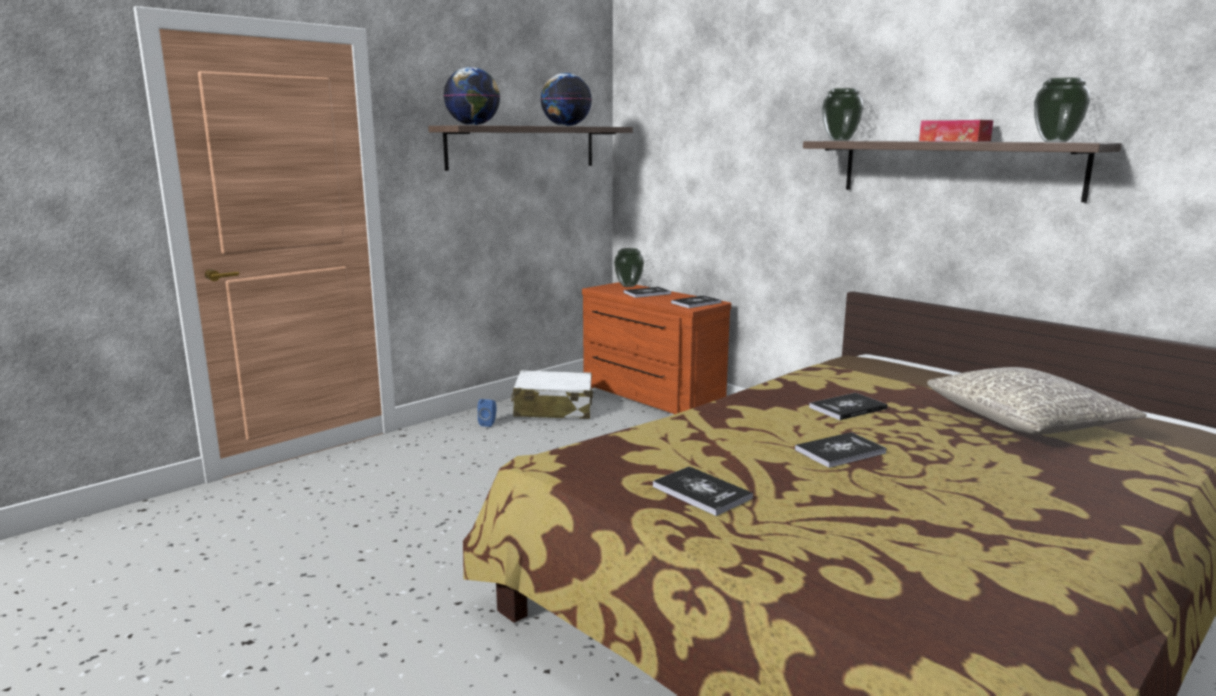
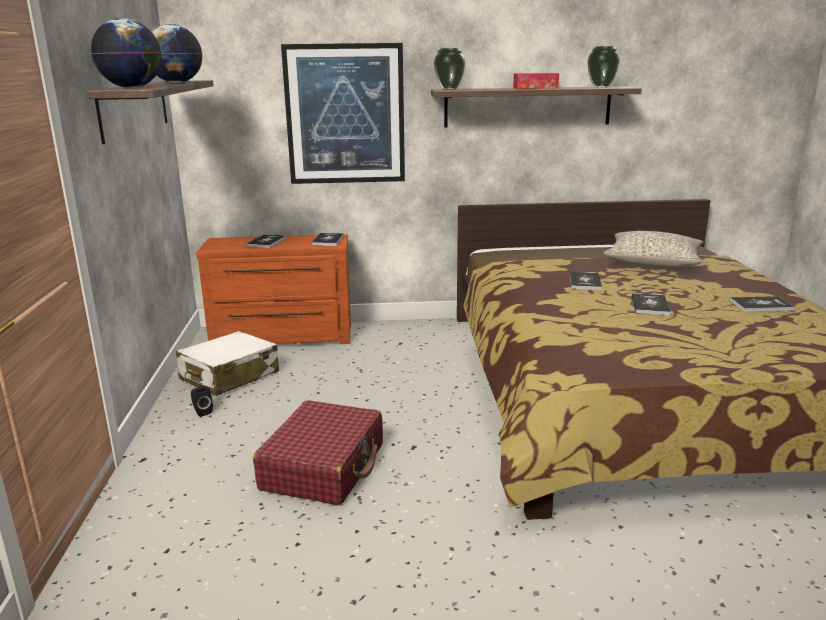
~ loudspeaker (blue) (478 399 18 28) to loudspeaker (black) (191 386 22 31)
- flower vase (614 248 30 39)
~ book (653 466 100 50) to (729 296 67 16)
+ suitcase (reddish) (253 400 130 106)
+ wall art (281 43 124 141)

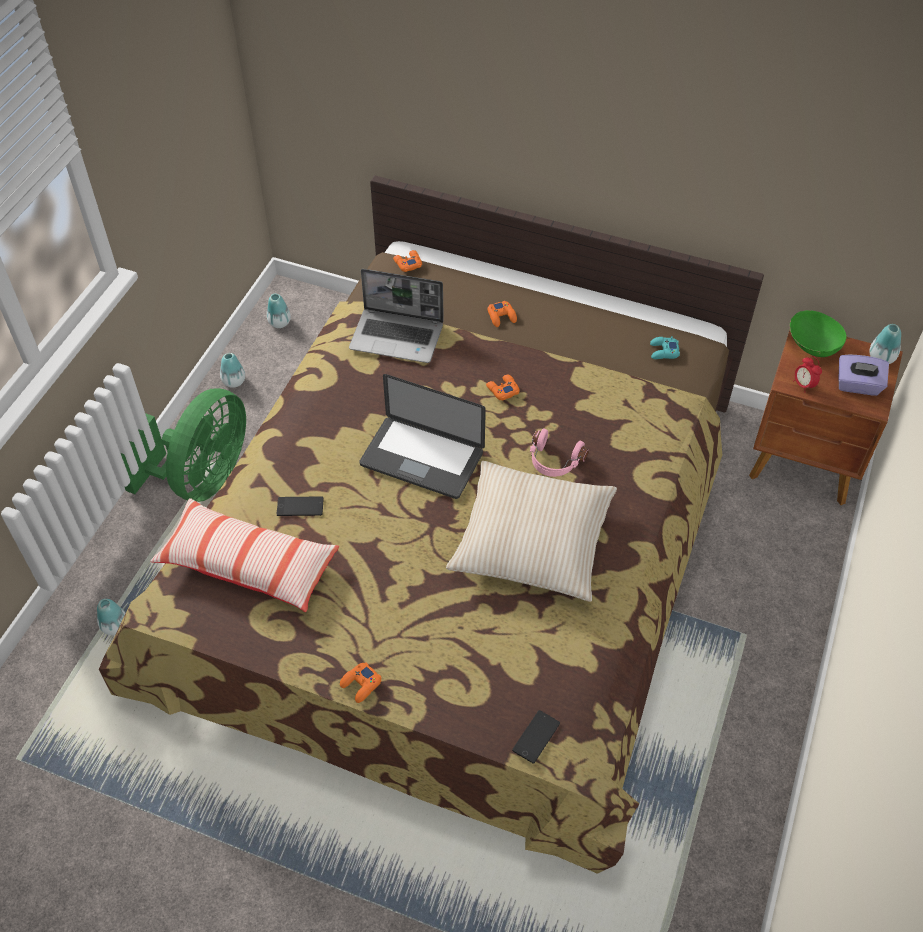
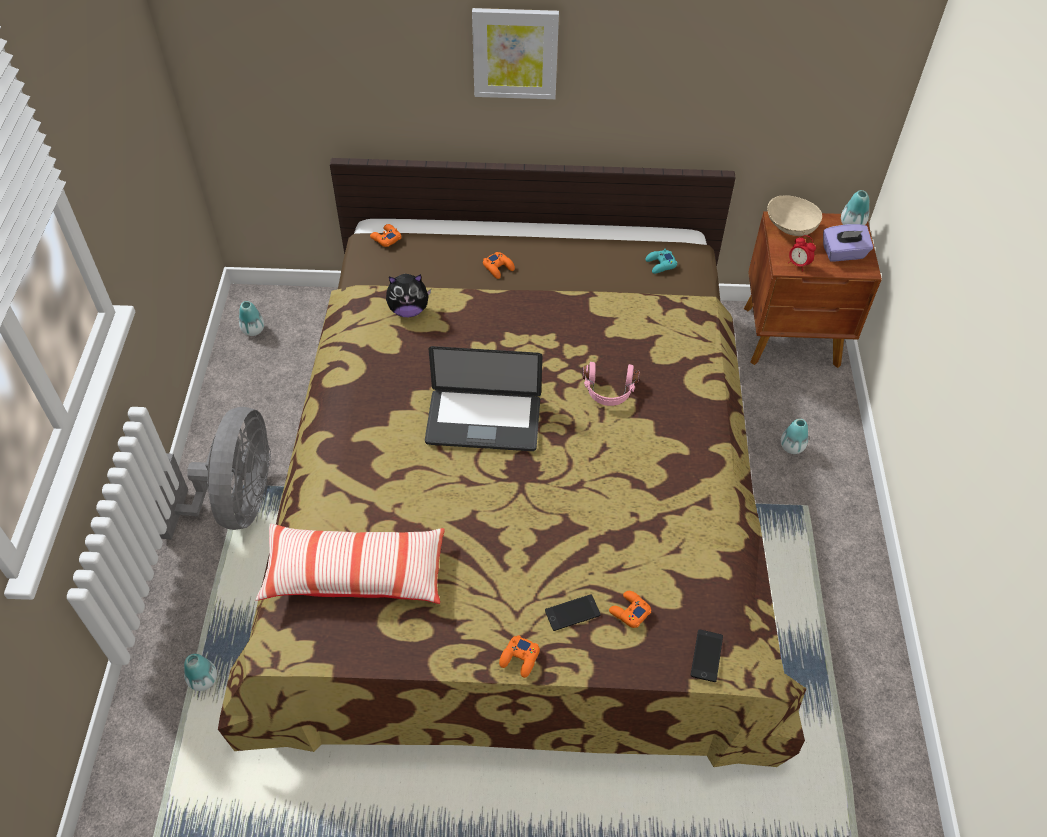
~ cooling fan (green-coloured) (121 388 125 114) to cooling fan (greyish) (155 407 116 133)
~ flower vase (220 353 25 35) to (781 419 27 35)
~ phone (277 497 47 19) to (545 594 55 37)
~ portable computer (349 269 95 94) to cuddly toy (386 274 45 43)
- pillow (beige) (446 461 171 141)
~ joypad (orange) (486 375 34 26) to (609 591 43 37)
~ serving bowl (green-coloured) (790 310 57 47) to serving bowl (beige) (767 195 55 41)
+ wall art (472 8 87 91)

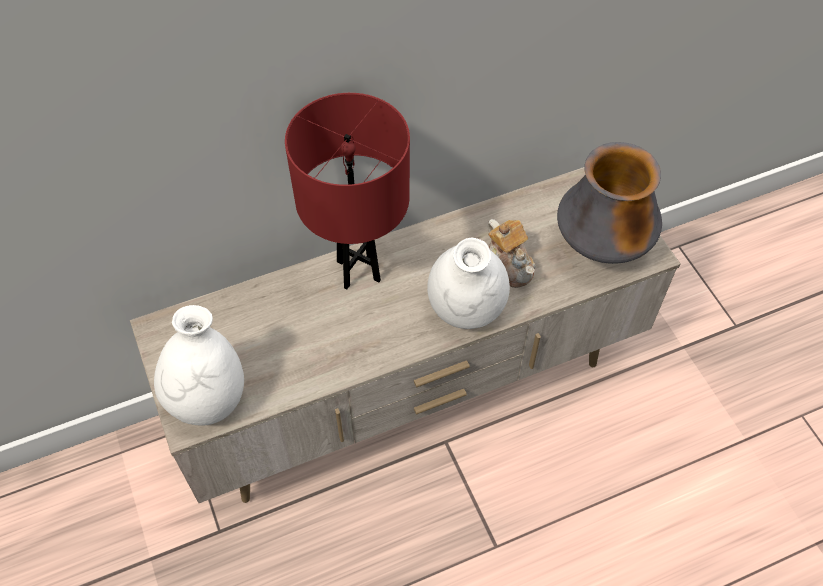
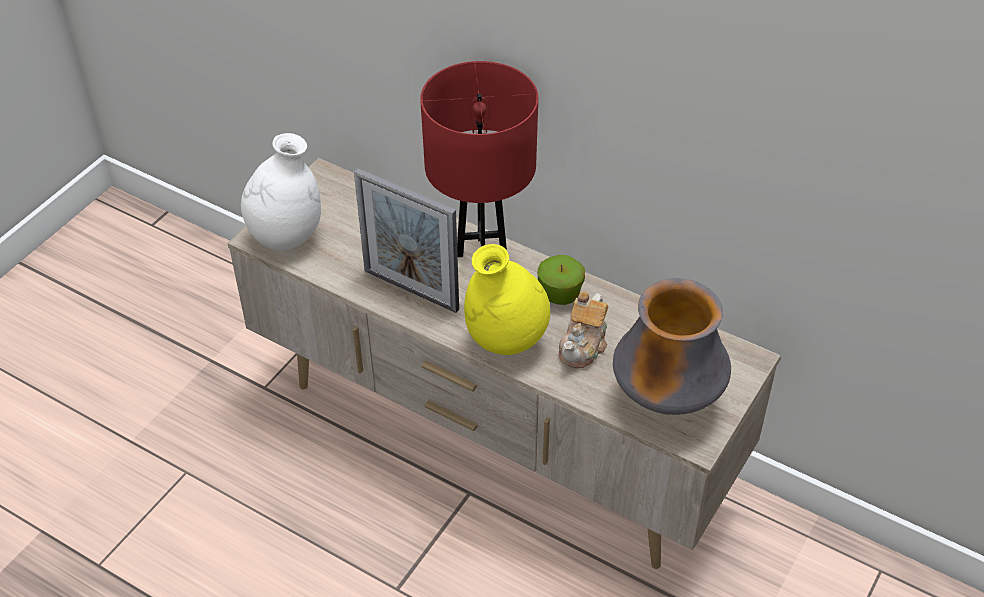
~ flower vase (white) (427 238 83 91) to flower vase (yellowish) (464 244 86 111)
+ standing frame (354 168 105 145)
+ apple (538 255 47 50)

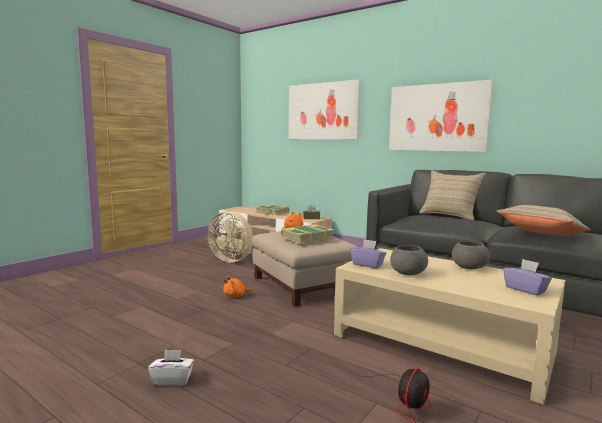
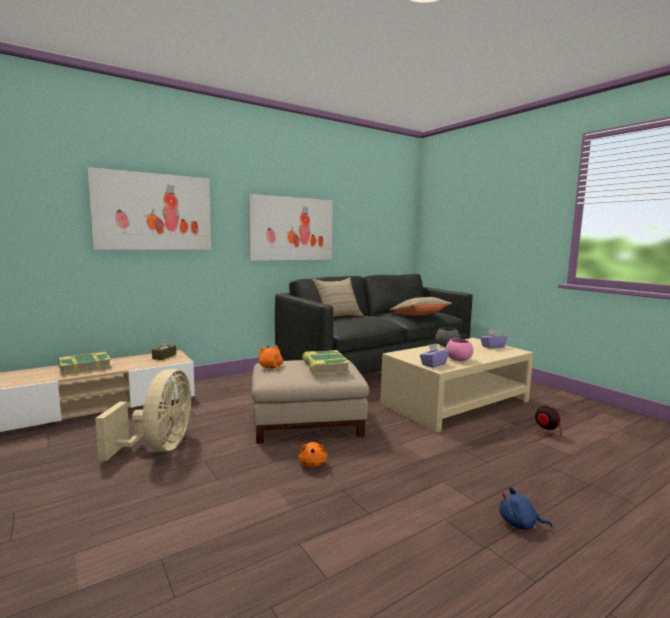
~ tissue holder (white) (148 349 46 37) to cuddly toy (blue) (499 487 53 43)
~ cooling fan (beige) (207 211 46 52) = (95 369 96 92) 45 degrees counterclockwise
~ serving bowl (greyish) (390 245 38 30) to serving bowl (pink) (445 339 28 22)

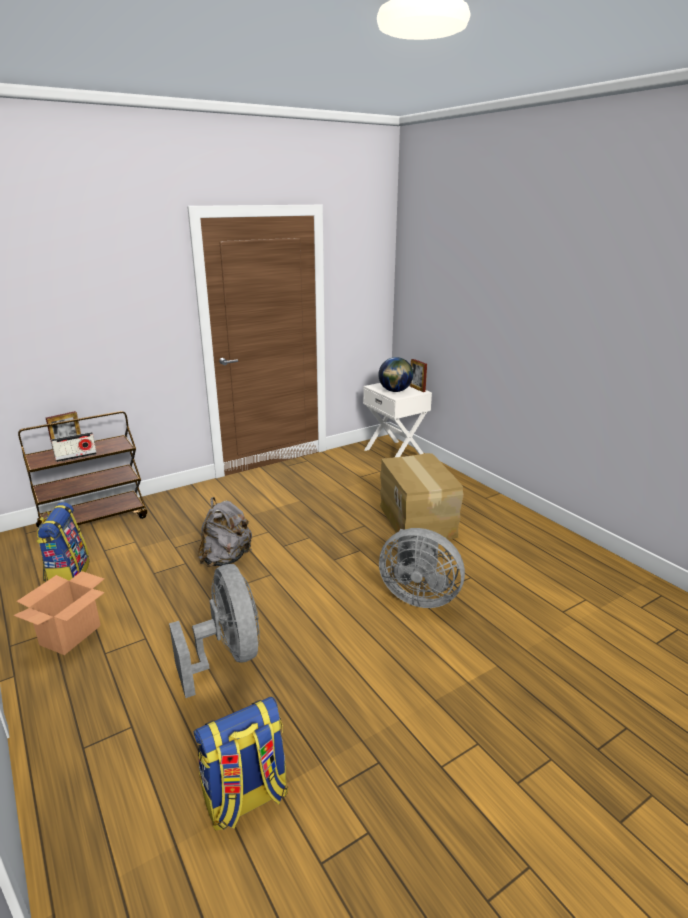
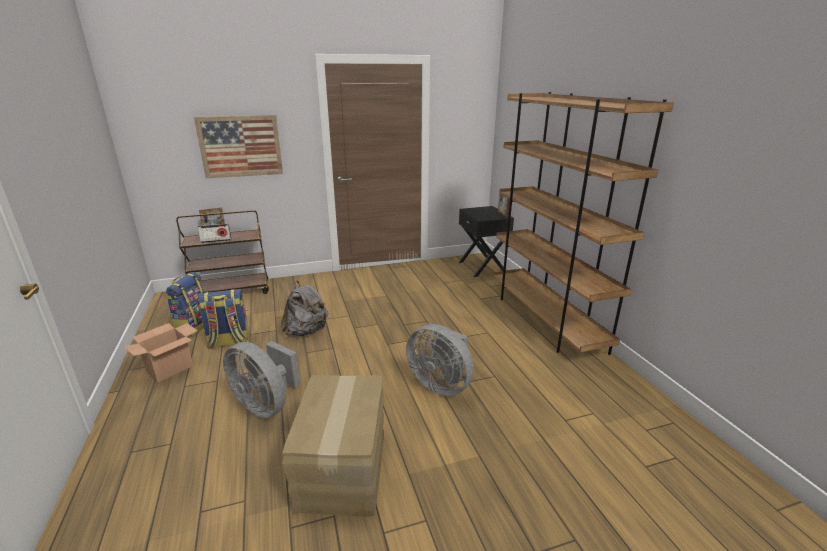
~ cooling fan (greyish) (169 564 91 134) = (223 341 77 77) 135 degrees clockwise
~ knapsack (194 697 94 134) to (198 289 51 59)
~ bedside table (white) (363 383 69 74) to bedside table (black) (458 206 56 71)
- globe (378 357 35 35)
~ cardboard box (380 453 84 86) to (282 375 102 142)
+ wall art (194 115 89 63)
+ bookcase (brown-coloured) (493 92 181 263)

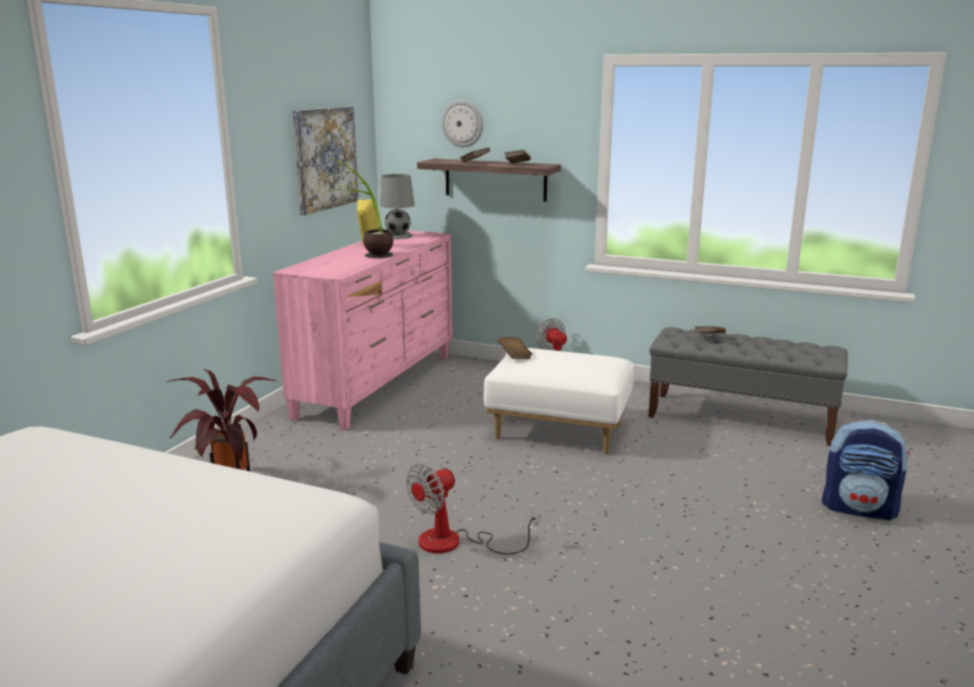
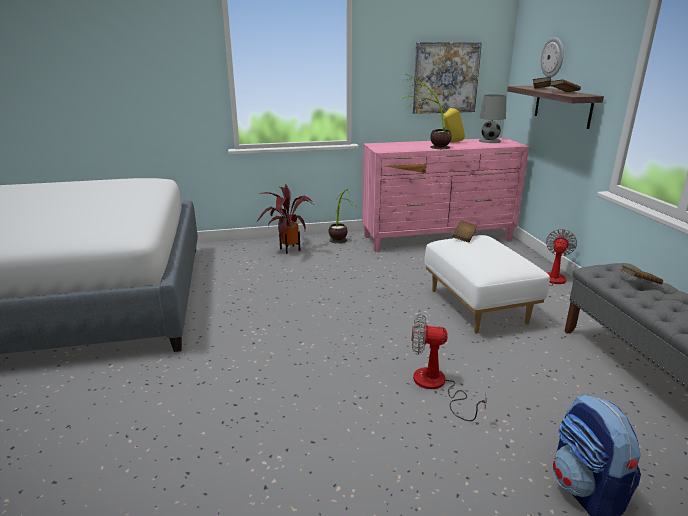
~ cooling fan (406 464 133 91) to (412 314 75 107)
+ potted plant (328 188 27 56)

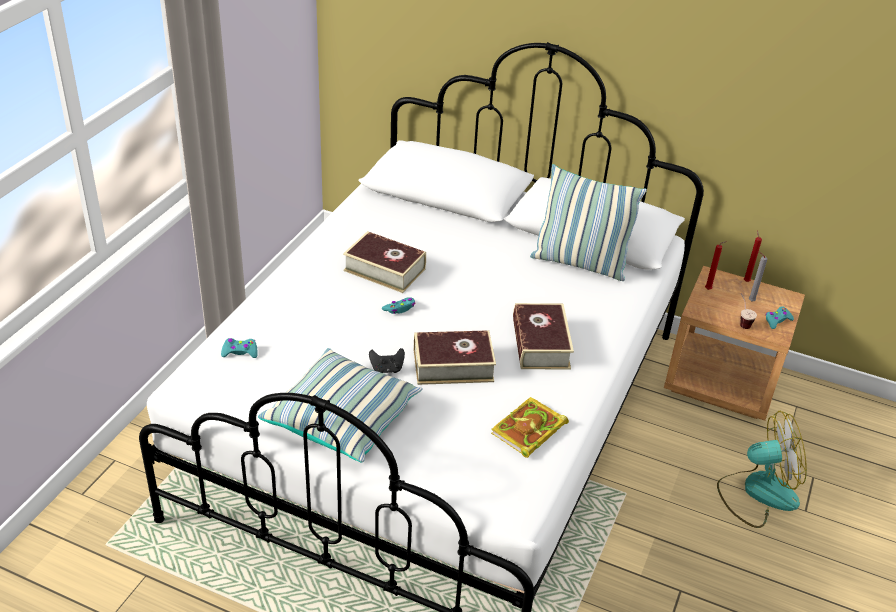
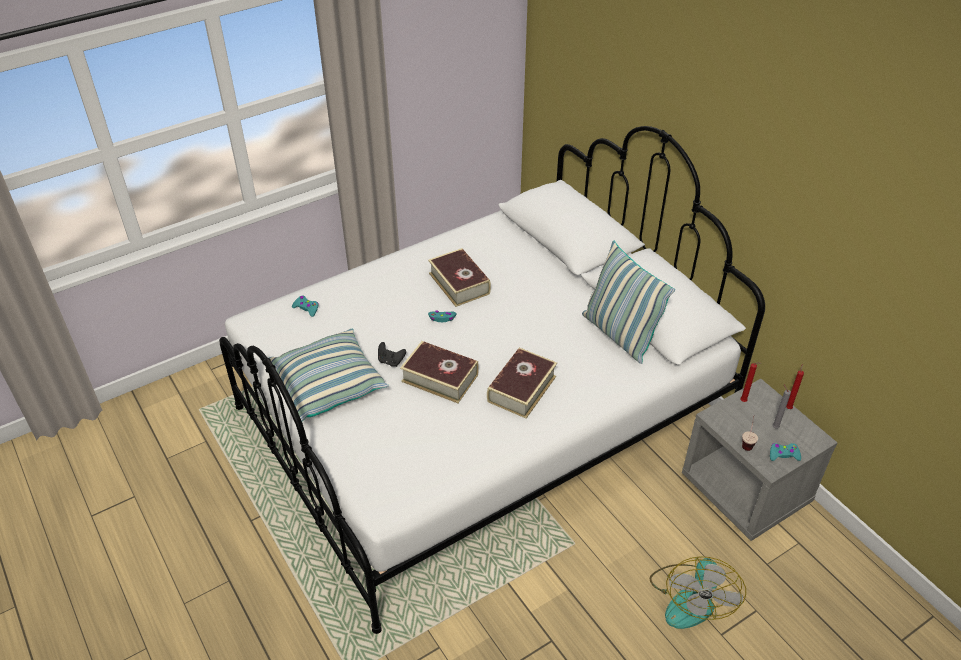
- book (491 397 78 61)
~ bedside table (brown-coloured) (664 266 141 154) to bedside table (greyish) (682 379 155 162)
~ cooling fan (717 411 90 117) = (650 556 96 73) 75 degrees clockwise

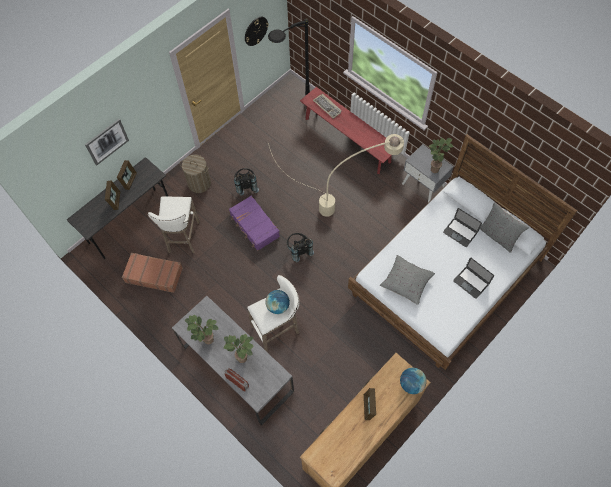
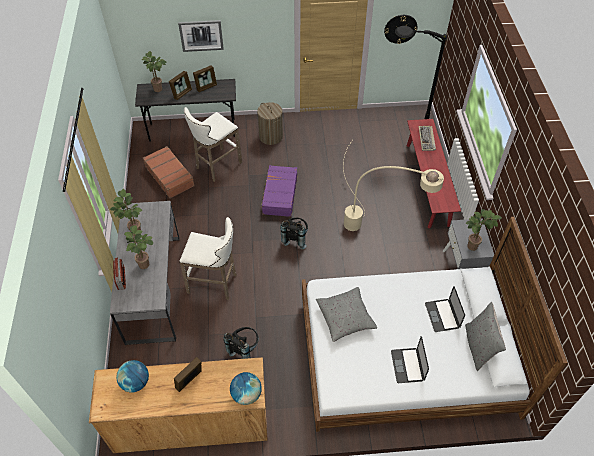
~ knapsack (black) (234 168 25 28) to (224 327 35 32)
~ globe (266 290 24 24) to (116 360 33 33)
+ potted plant (142 51 25 41)

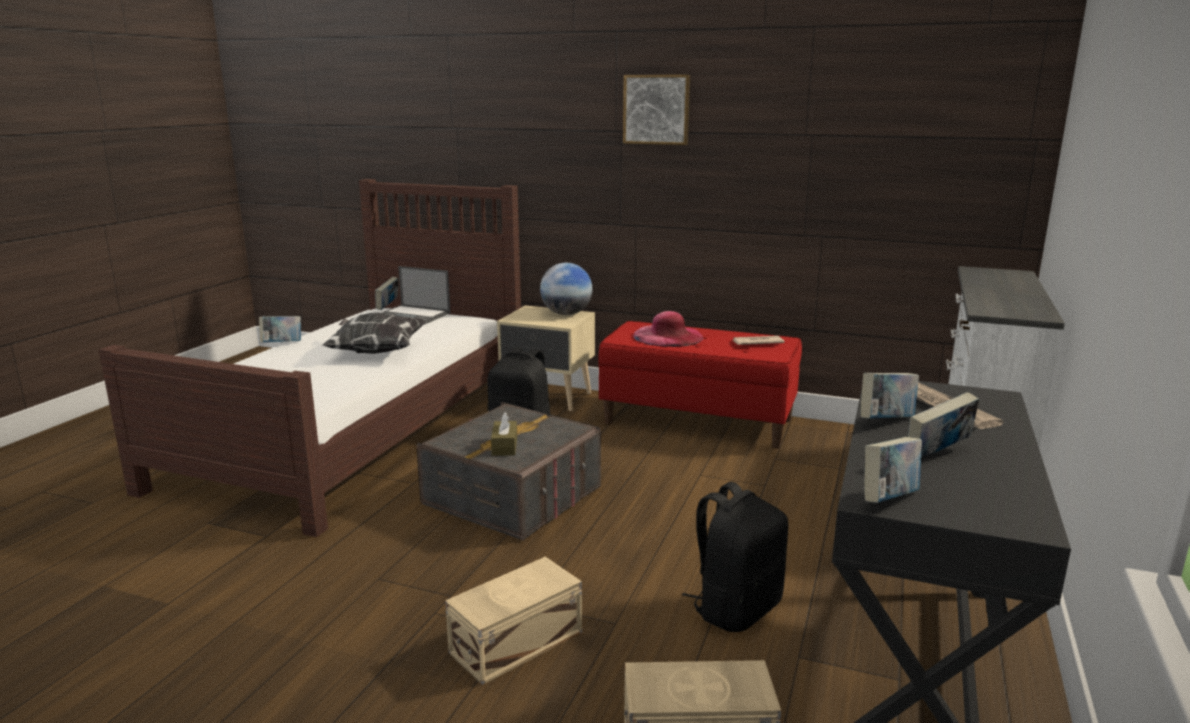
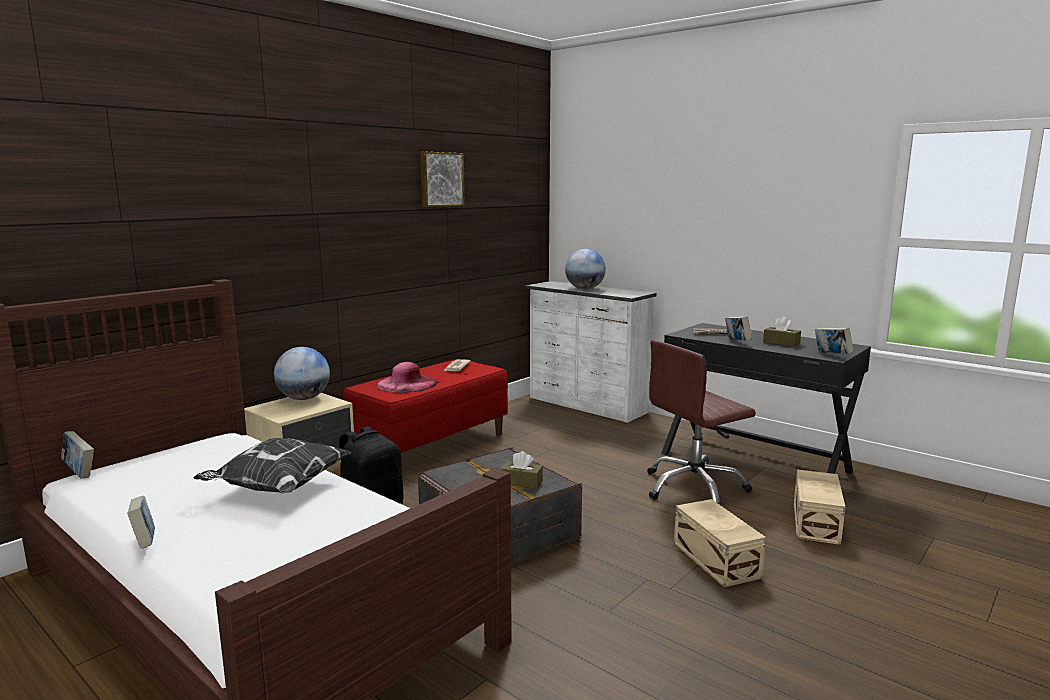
- portable computer (382 266 69 58)
~ wall art (623 75 67 70) to (420 152 45 55)
~ knapsack (black) (682 482 106 150) to desk chair (brown-coloured) (647 340 109 165)
~ book (908 392 71 67) to tissue holder (brown-coloured) (763 317 38 30)
+ globe (565 249 41 40)

